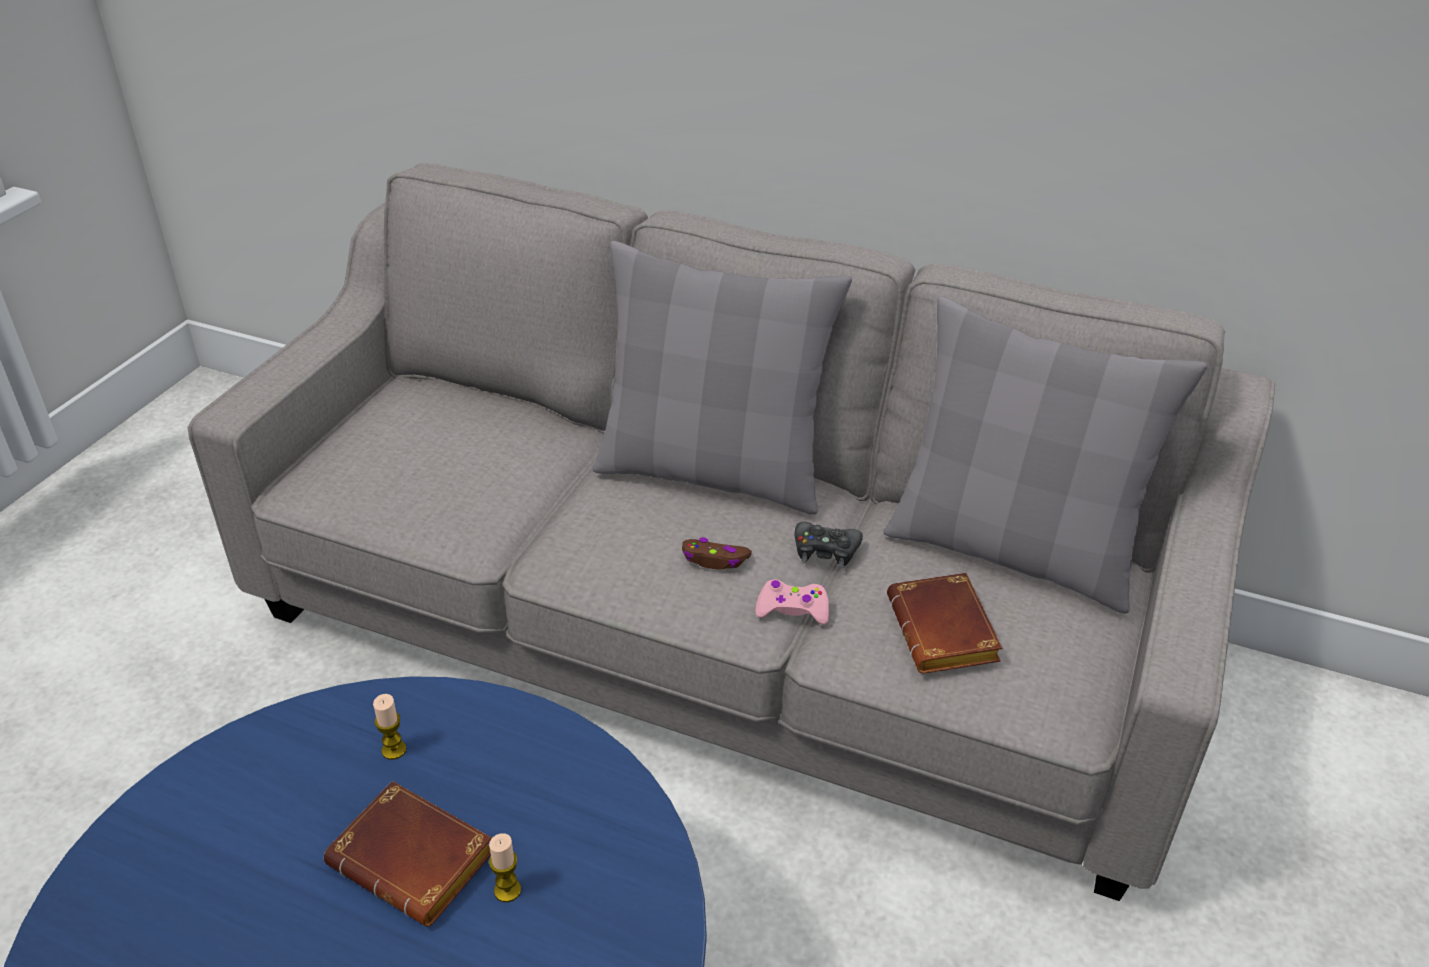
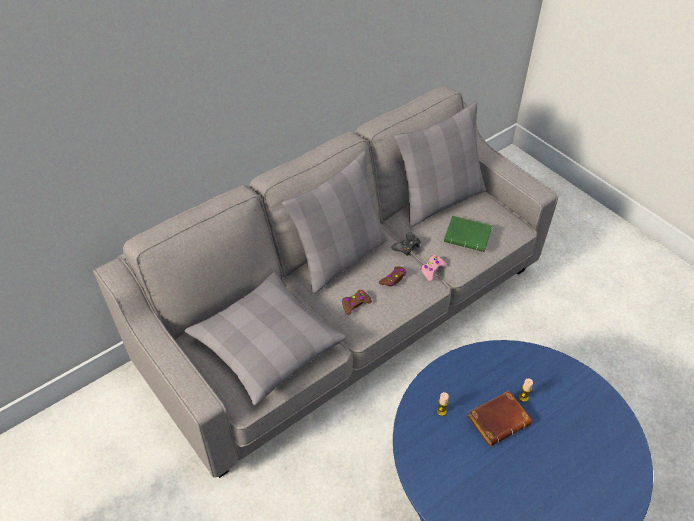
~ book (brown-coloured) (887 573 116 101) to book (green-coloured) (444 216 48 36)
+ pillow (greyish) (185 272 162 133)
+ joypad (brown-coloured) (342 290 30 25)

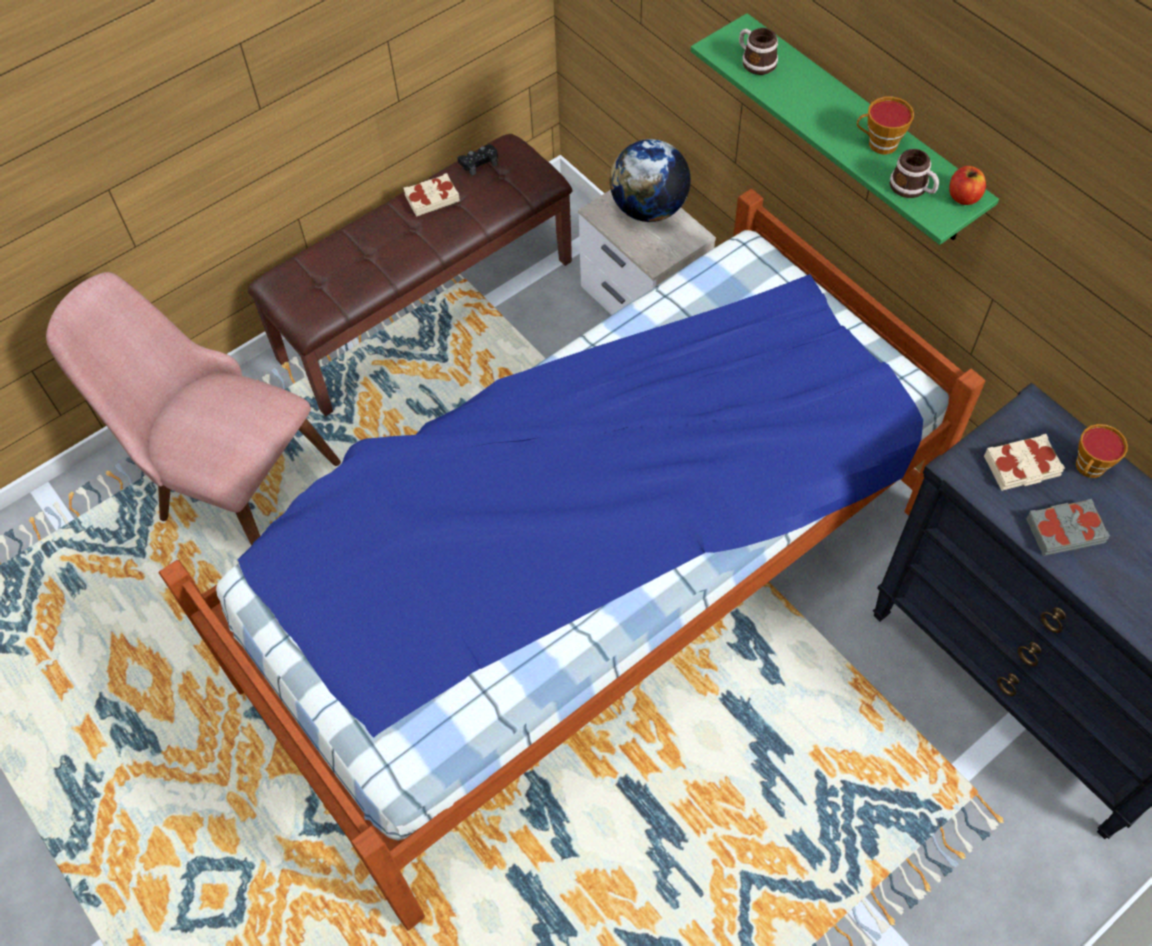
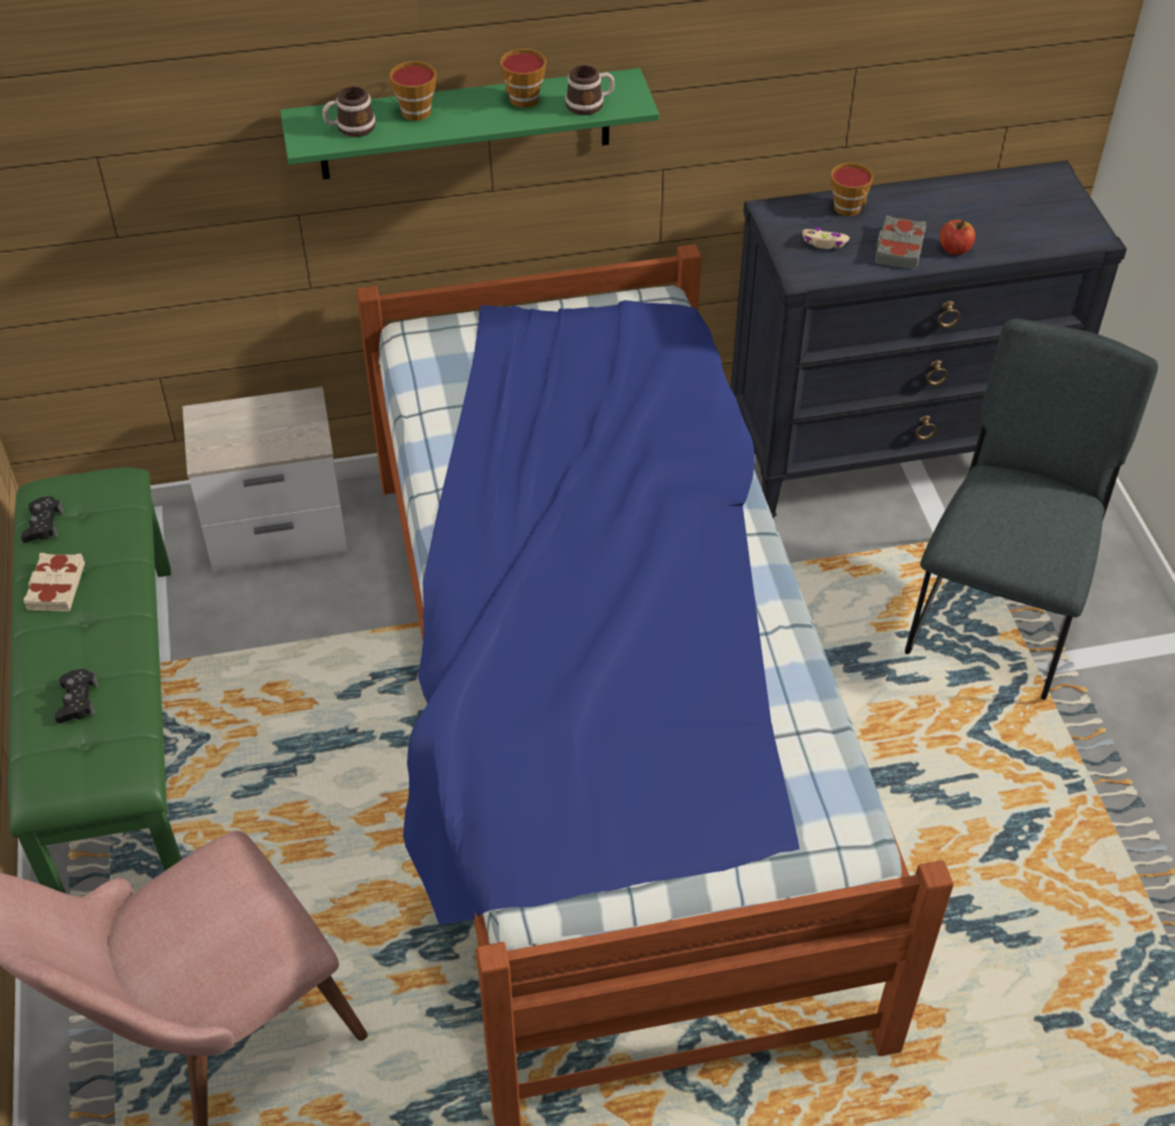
~ indoor bench (brown-coloured) (248 134 325 283) to indoor bench (green-coloured) (8 467 174 426)
- globe (610 139 81 83)
~ apple (949 166 37 39) to (939 220 36 35)
~ book (beige) (984 434 81 57) to joypad (beige) (802 227 48 22)
+ joypad (black) (54 669 44 54)
+ drinking cup (389 61 47 60)
+ upright chair (greyish) (905 319 253 381)

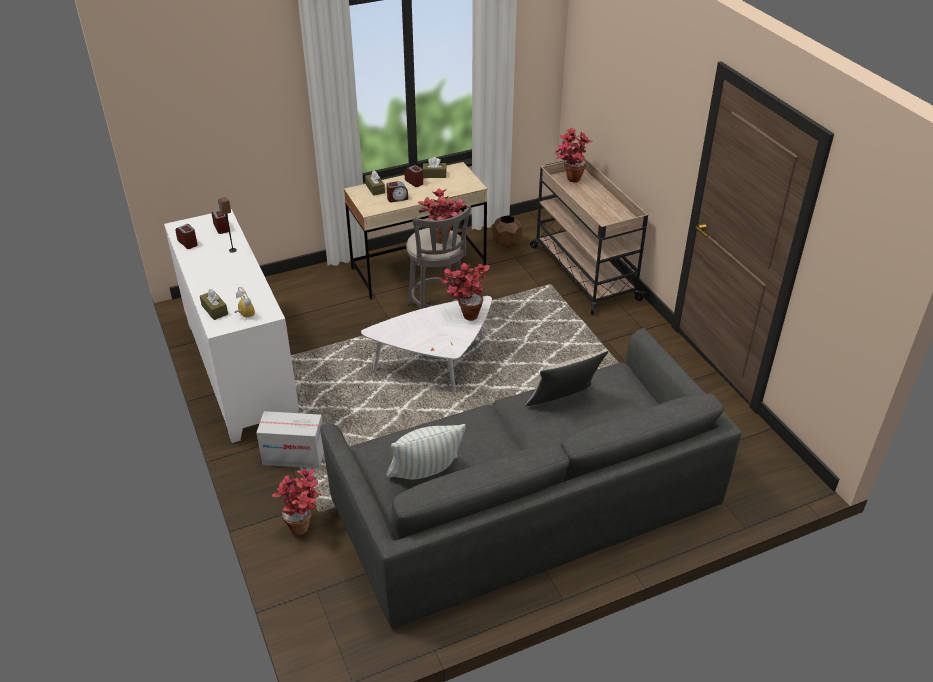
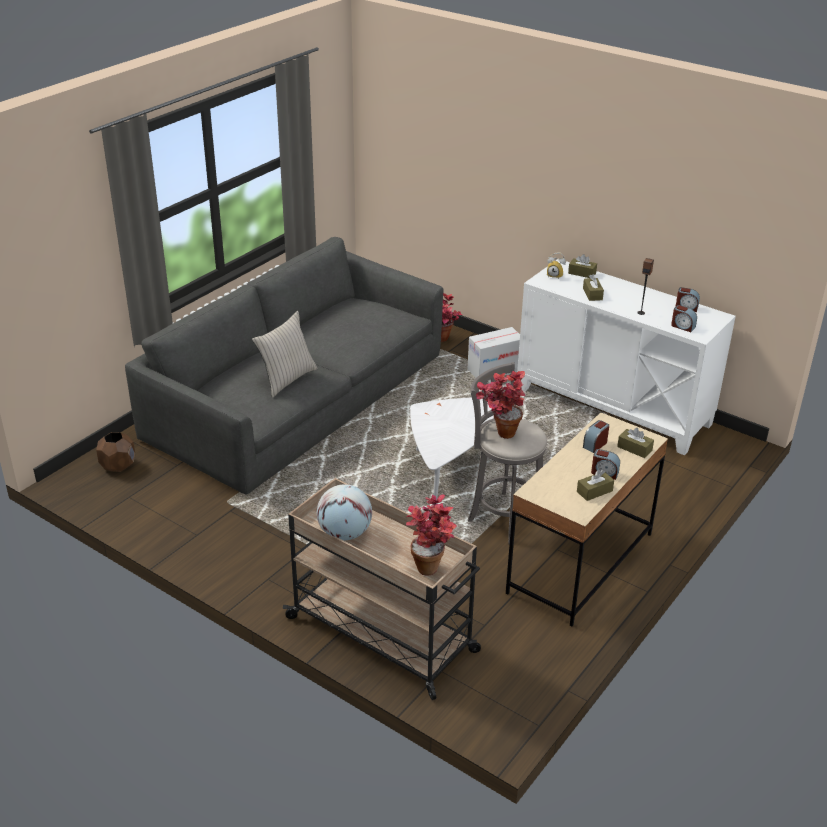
- pillow (387 424 78 55)
- potted plant (440 263 50 58)
~ planter (brown-coloured) (492 215 30 33) to (96 432 39 40)
+ globe (317 484 55 56)
+ tissue holder (brown-coloured) (583 274 21 27)

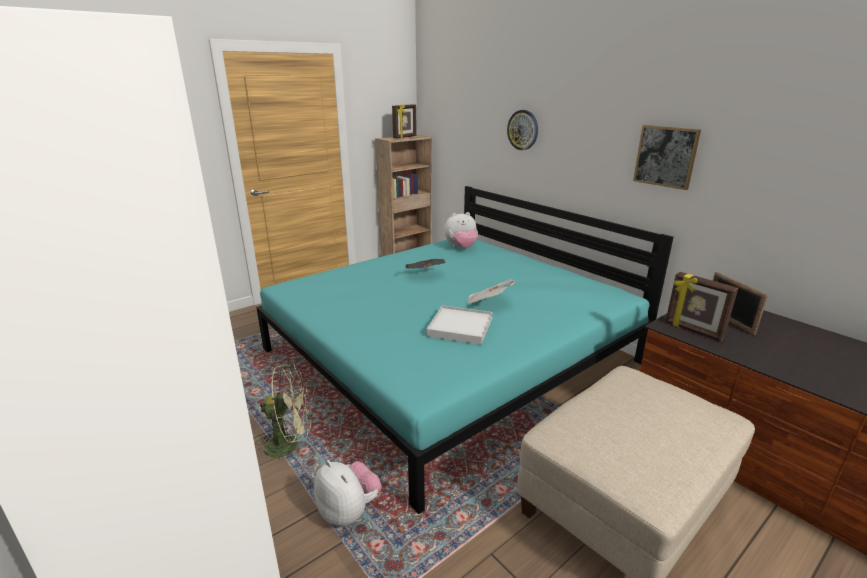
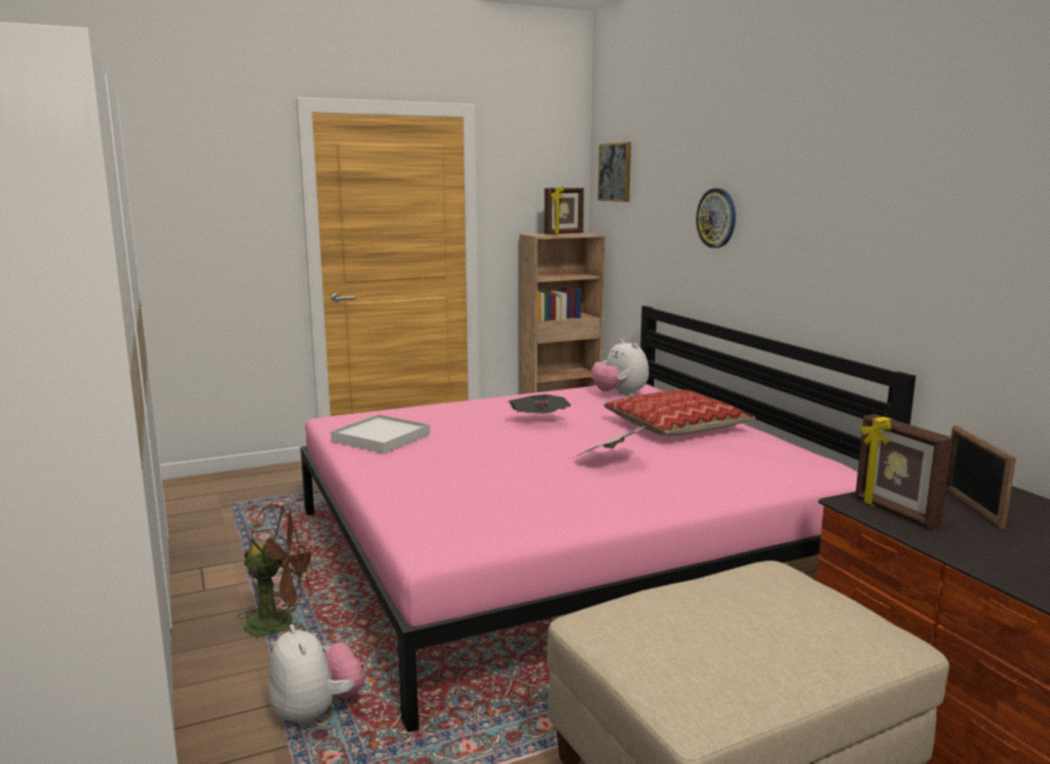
~ cooling fan (green-coloured) (255 363 56 103) to cooling fan (brown-coloured) (237 504 81 144)
~ bed (blue-green) (256 186 417 328) to bed (pink) (300 306 616 426)
~ carrying tray (white) (427 305 65 40) to (331 414 99 40)
~ cuddly toy (444 212 34 36) = (591 339 58 57) 60 degrees clockwise
~ wall art (633 125 68 65) to (598 142 33 60)
+ pillow (604 390 151 46)

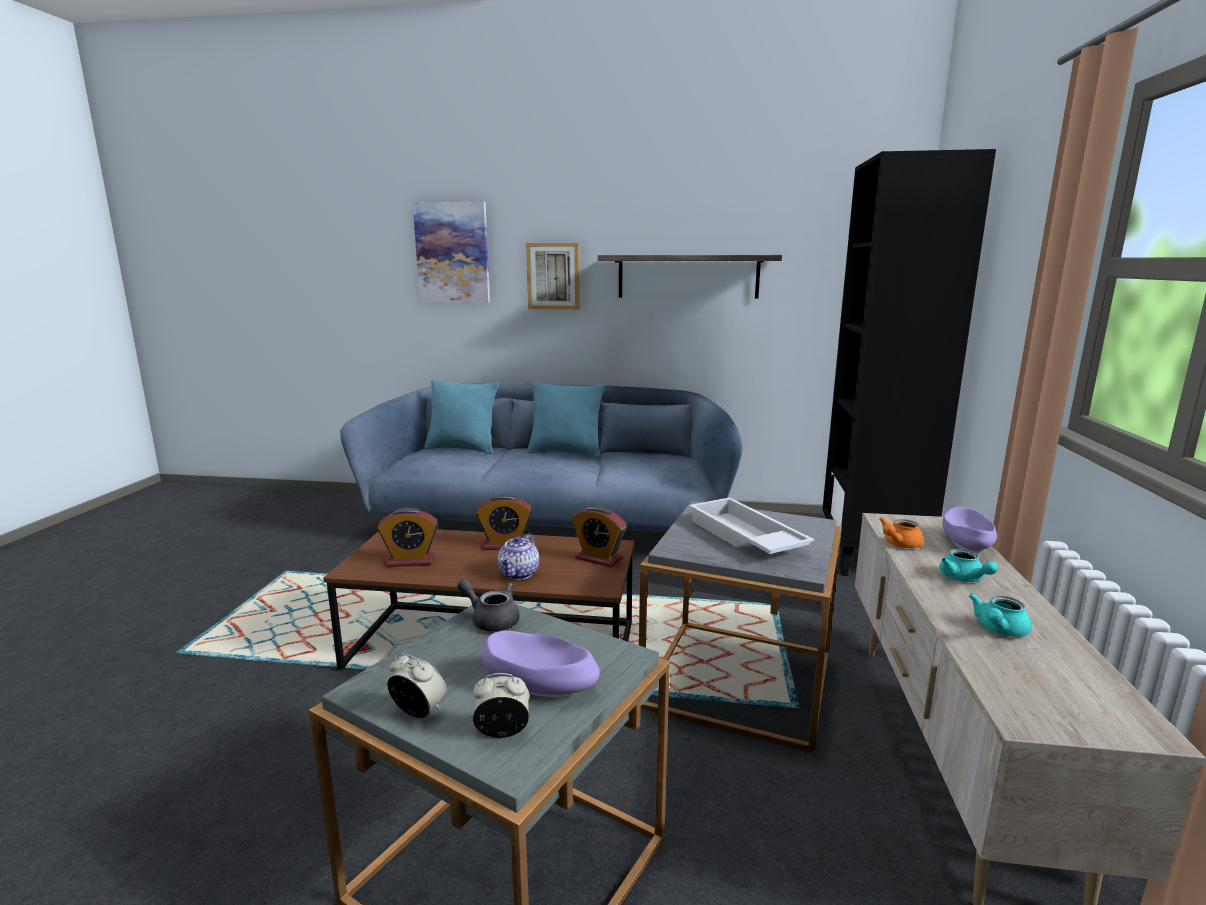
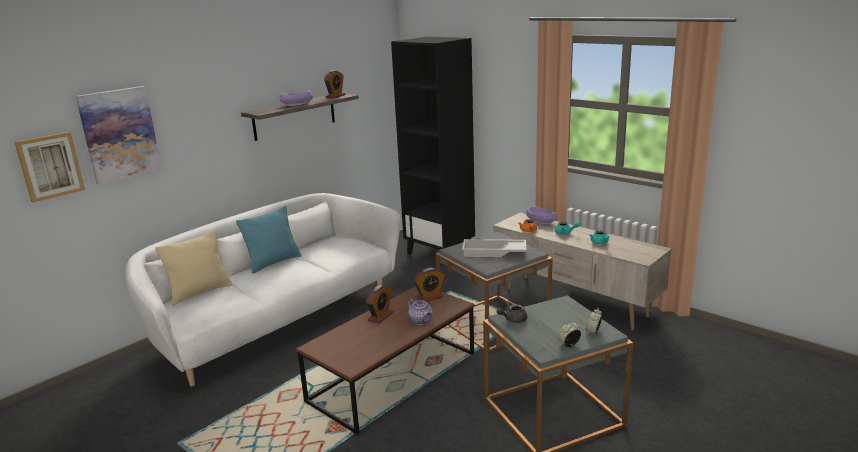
~ sofa (blue) (340 383 403 149) to sofa (white) (125 193 276 194)
~ alarm clock (377 508 61 59) to (324 70 22 28)
~ pillow (blue-green) (424 379 75 75) to pillow (beige) (155 230 77 75)
~ serving bowl (purplish) (480 631 120 66) to (279 91 34 15)
~ wall art (526 243 54 66) to (15 132 70 71)

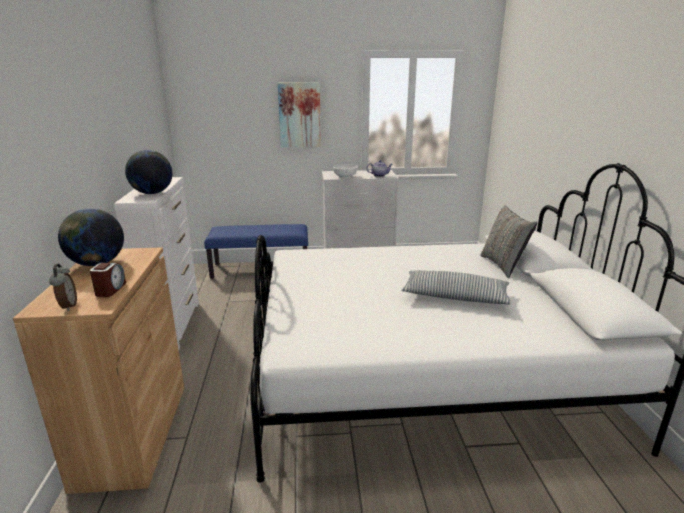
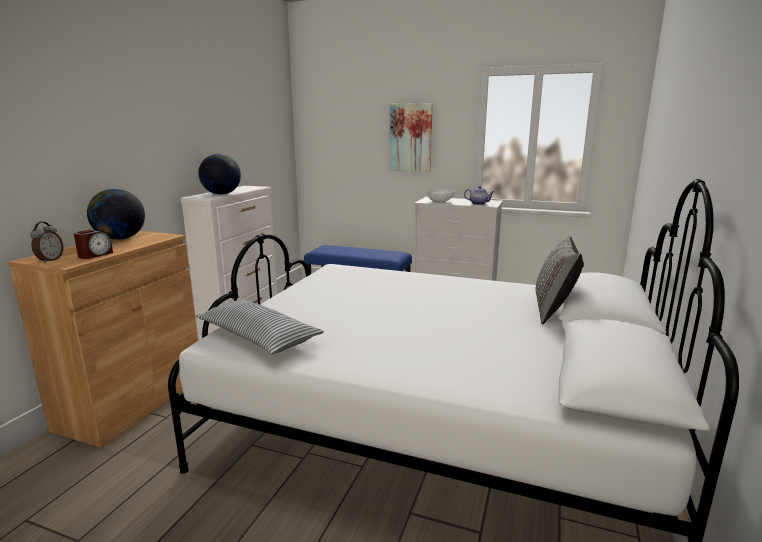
~ pillow (401 270 111 34) to (196 300 128 54)

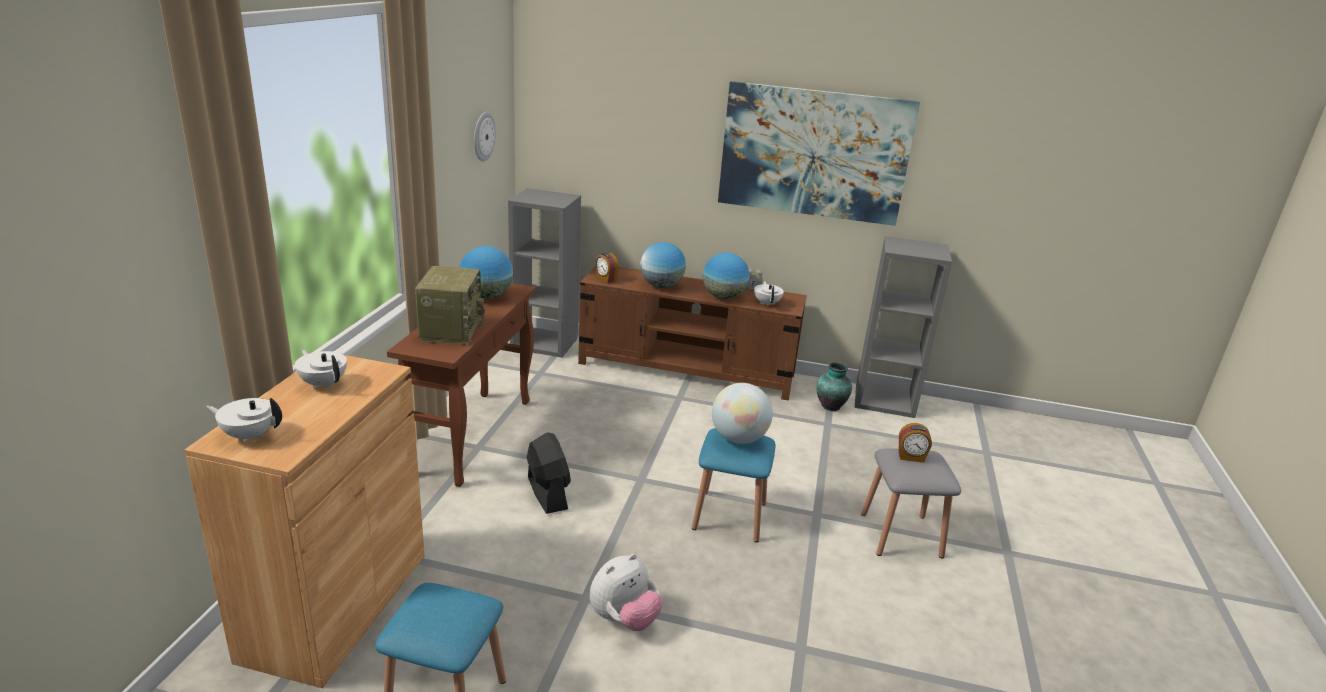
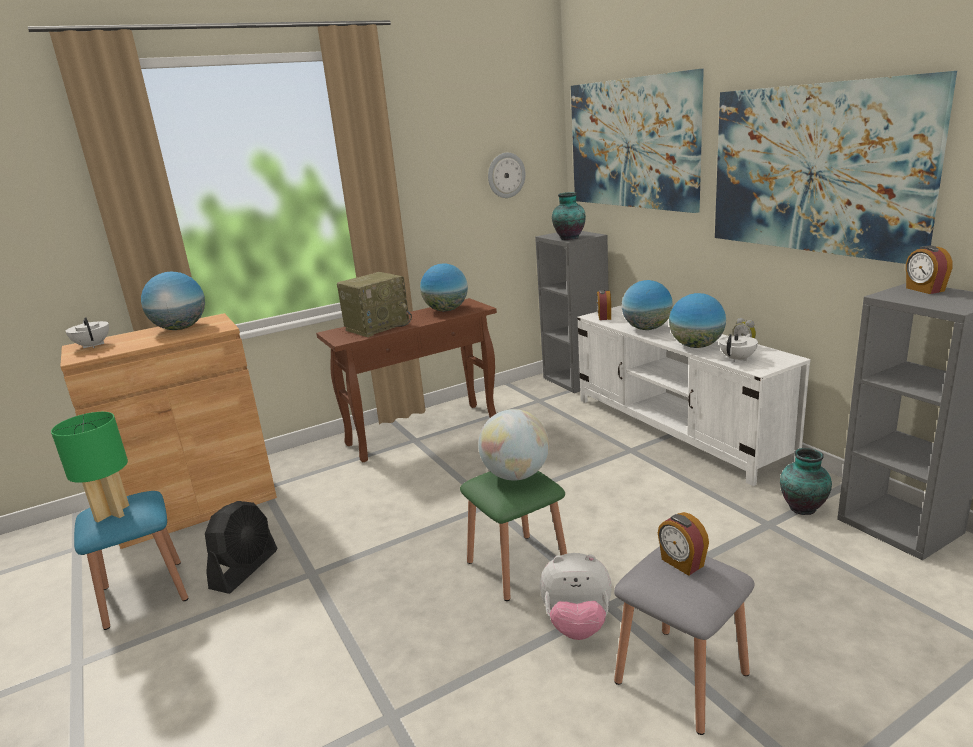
~ teapot (white) (295 349 52 40) to globe (141 272 64 58)
~ cooling fan (black) (527 432 44 82) to (205 501 72 93)
~ tv unit (brown-coloured) (578 266 229 135) to tv unit (white) (577 306 234 180)
~ cuddly toy (590 554 73 77) to (540 553 72 87)
~ sitting stool (blue) (692 428 83 114) to sitting stool (green-coloured) (460 471 107 130)
+ tabletop lamp (green-coloured) (51 412 78 110)
+ flower vase (552 192 34 48)
+ wall art (571 69 133 144)
+ alarm clock (906 246 46 48)

